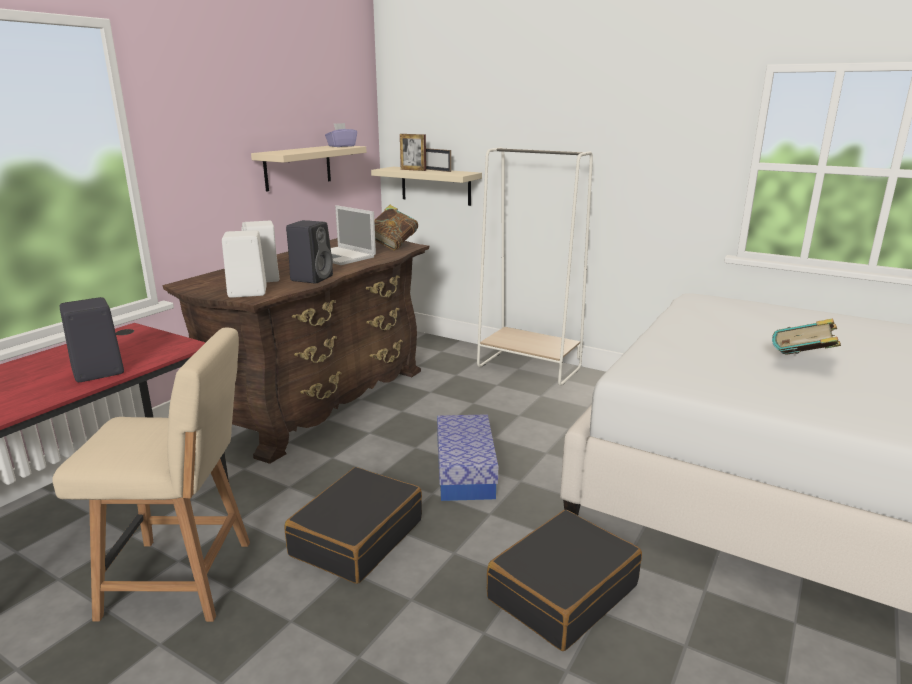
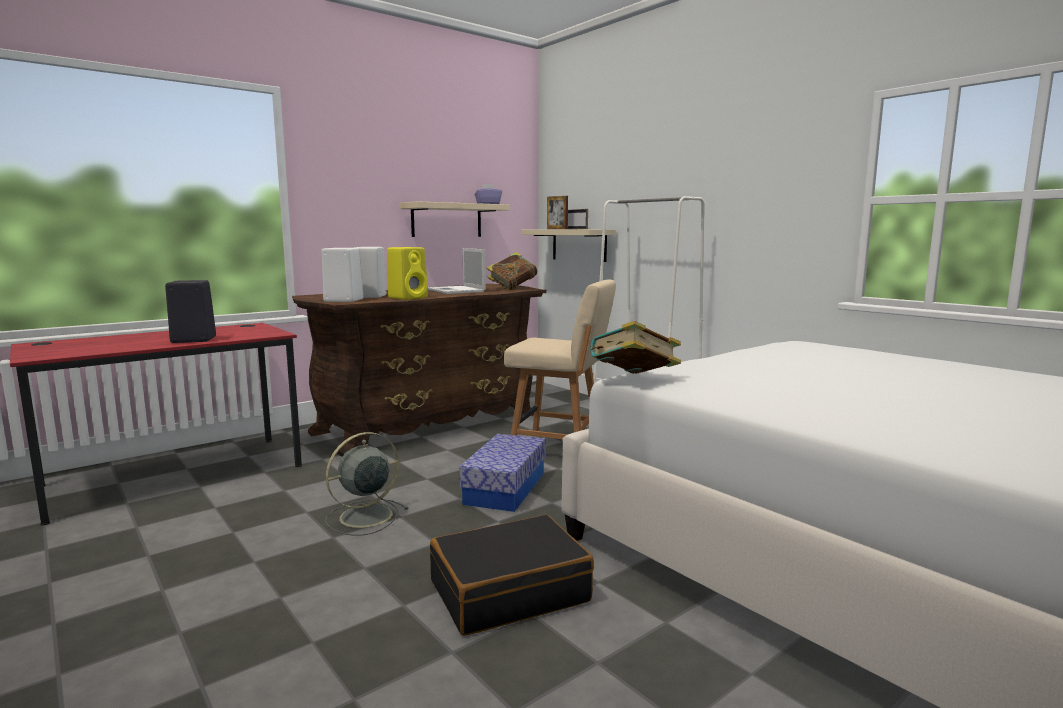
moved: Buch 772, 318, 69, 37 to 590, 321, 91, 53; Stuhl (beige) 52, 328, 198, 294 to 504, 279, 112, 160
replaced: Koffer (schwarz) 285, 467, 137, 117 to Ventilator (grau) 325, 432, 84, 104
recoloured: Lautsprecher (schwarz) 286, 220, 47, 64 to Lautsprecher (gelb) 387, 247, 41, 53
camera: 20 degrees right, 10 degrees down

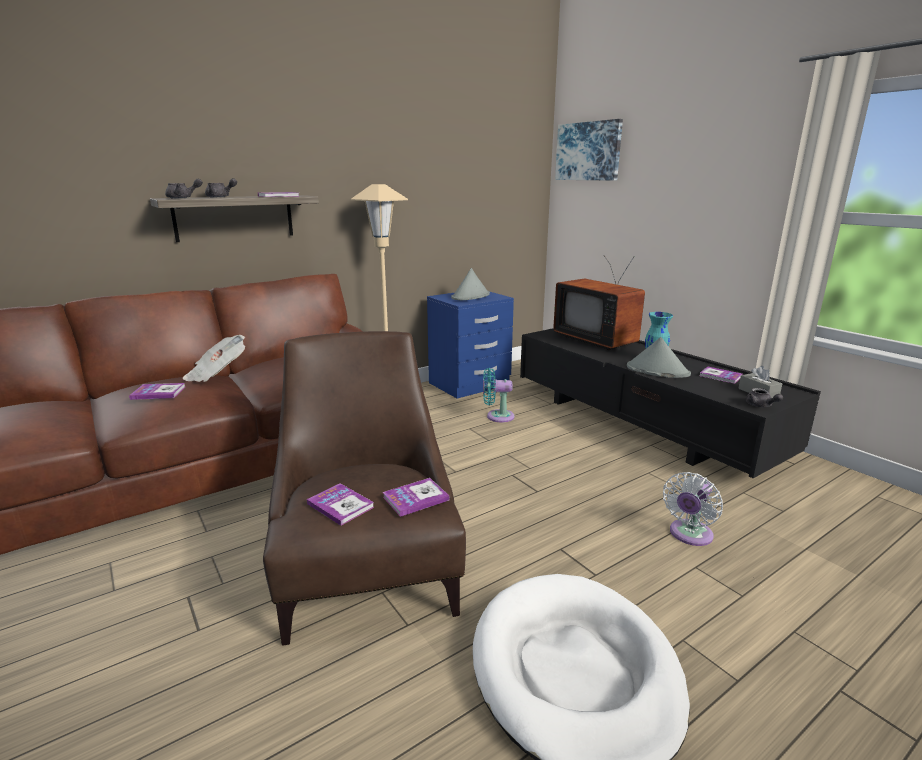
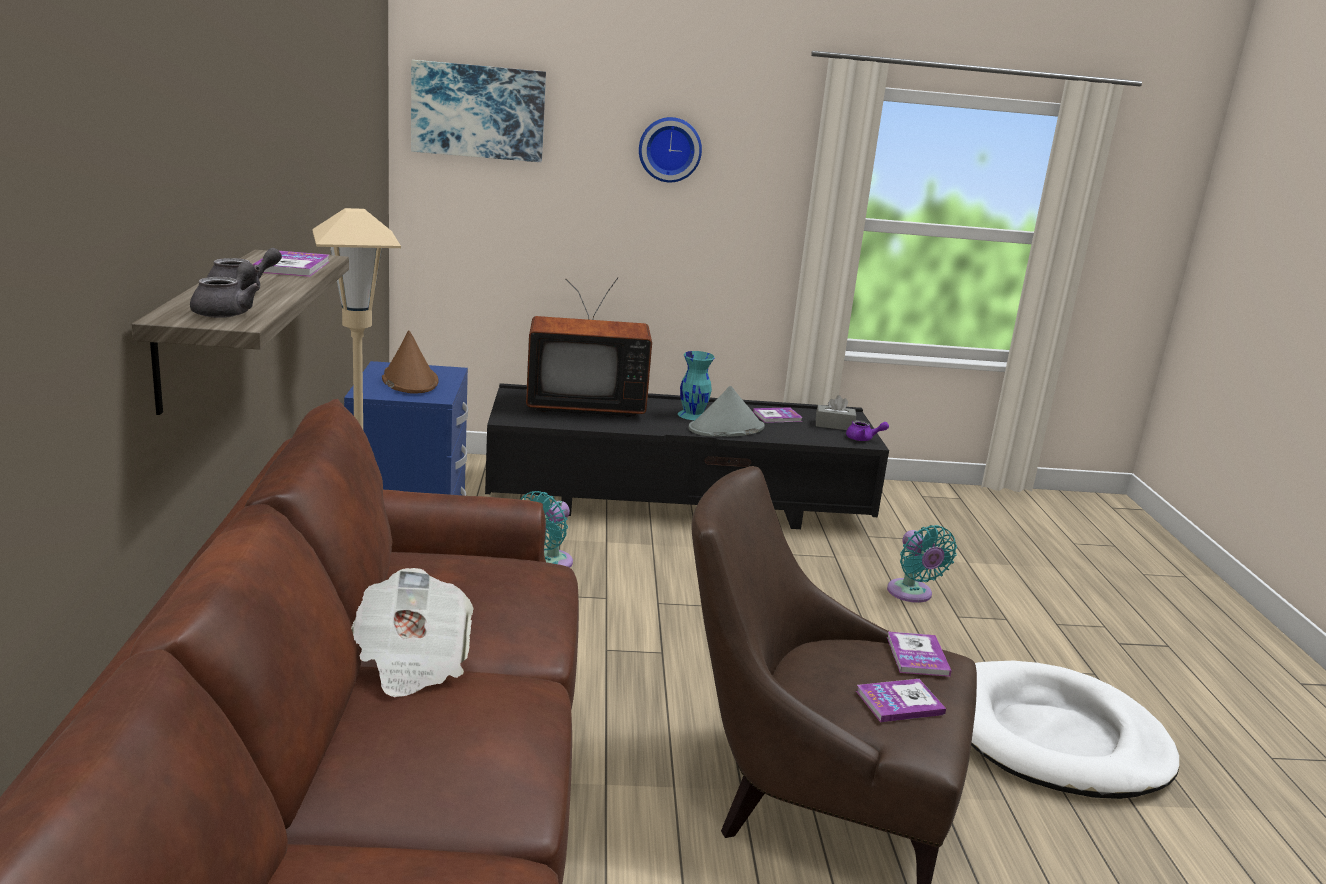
removed: Buch 129, 383, 56, 17
added: Wanduhr 639, 117, 63, 65
recoloured: Hut (grau) 451, 268, 39, 32 to Hut (braun) 382, 331, 57, 62; Teekanne (grau) 745, 388, 38, 19 to Teekanne (lila) 846, 420, 43, 21; Ventilator (weiß) 663, 472, 60, 74 to Ventilator (türkis) 887, 525, 70, 78
camera: 60 degrees left, 0 degrees up

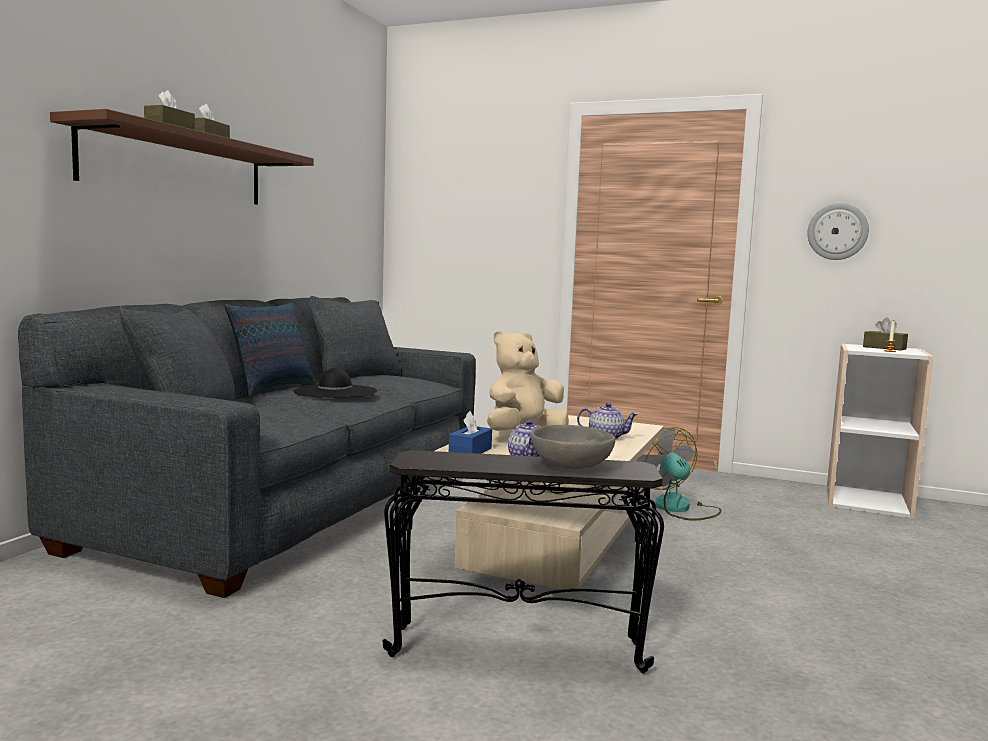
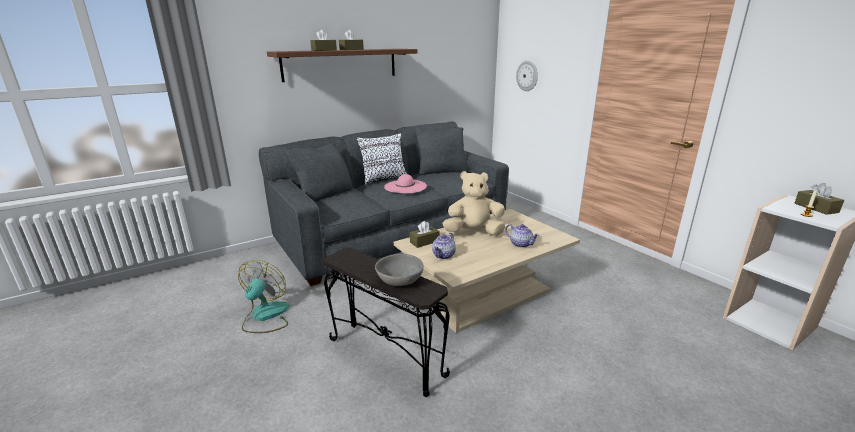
moved: Wanduhr 807, 203, 62, 57 to 516, 61, 22, 30; Ventilator 636, 427, 86, 93 to 238, 260, 51, 73
recoloured: Kissen (blau) 225, 303, 90, 94 to Kissen (weiß) 357, 134, 50, 52; Hut (schwarz) 293, 368, 84, 30 to Hut (rosa) 384, 174, 43, 19; Taschentuchbox (blau) 449, 411, 43, 43 to Taschentuchbox (braun) 410, 221, 30, 27
camera: 35 degrees right, 15 degrees up

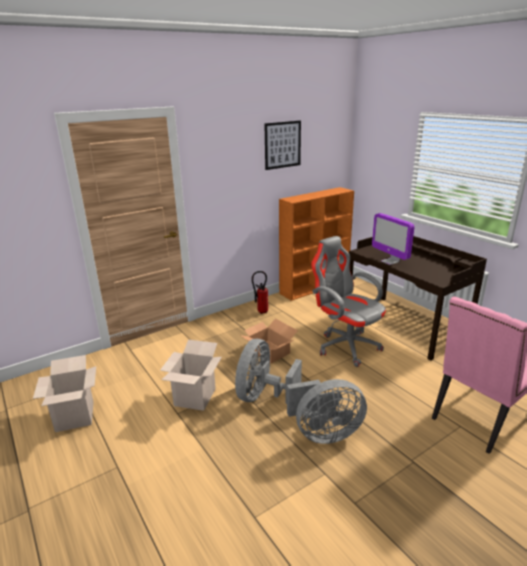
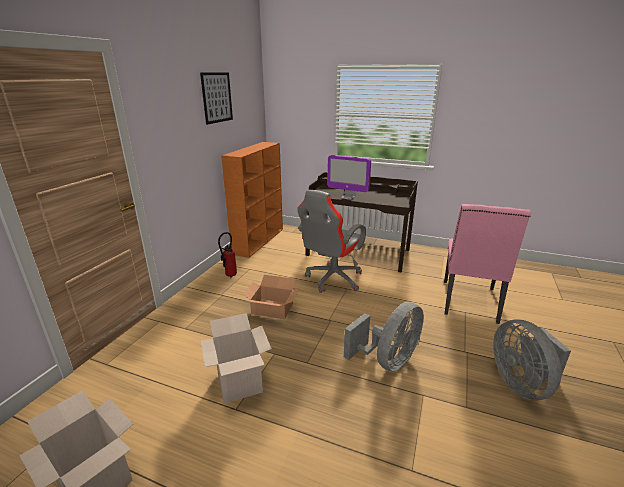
moved: Ventilator (grau) 235, 339, 67, 65 to 493, 320, 78, 80
turned: Bürostuhl (grau) 311, 236, 75, 131 = 297, 190, 69, 103 75 degrees counterclockwise
camera: 35 degrees left, 0 degrees up

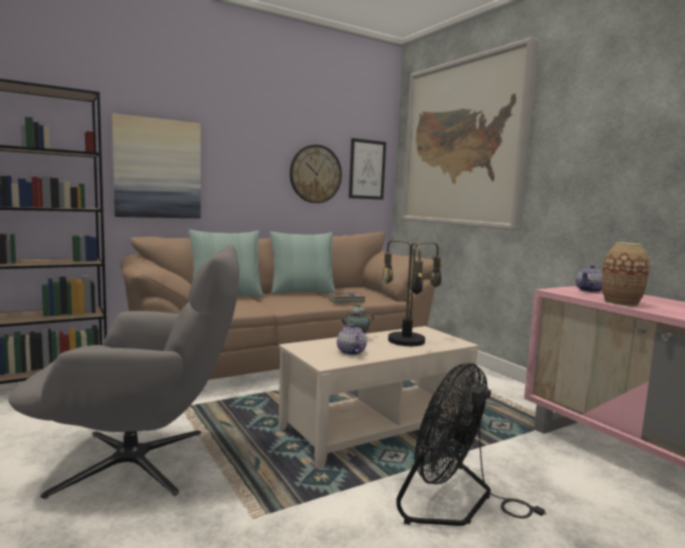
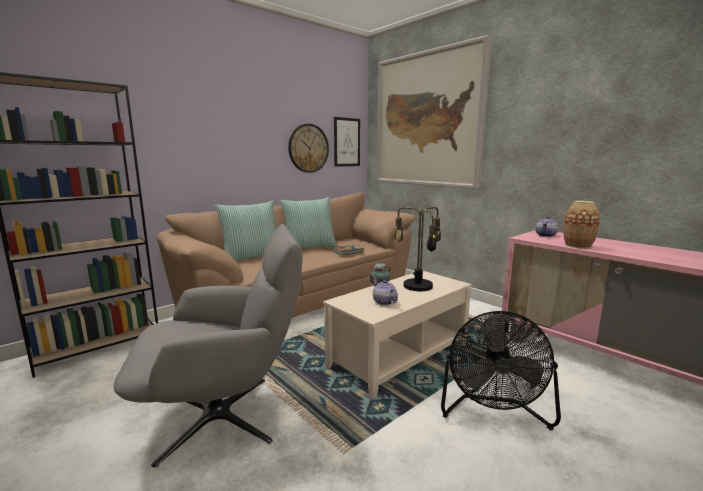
removed: Bild 112, 114, 89, 104
turned: Ventilator (schwarz) 396, 363, 151, 163 = 441, 311, 120, 120 105 degrees counterclockwise
camera: 10 degrees left, 5 degrees up

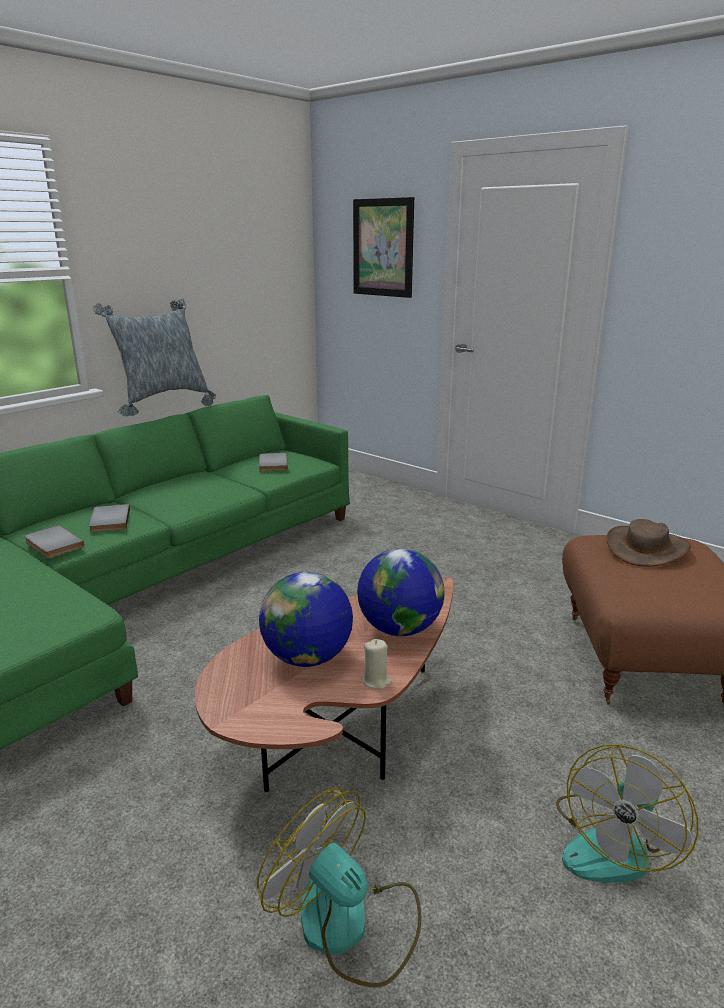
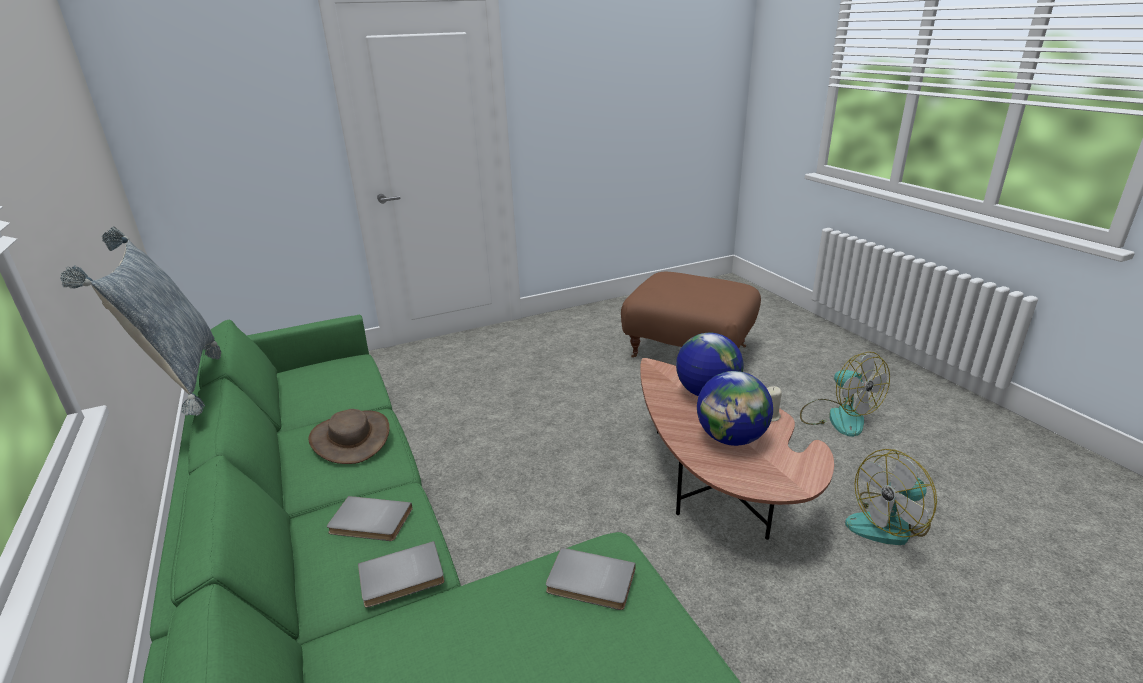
removed: Bild 353, 197, 61, 101
moved: Buch (grau) 259, 453, 29, 18 to 546, 547, 90, 63; Hut (braun) 606, 519, 85, 47 to 309, 409, 81, 55
camera: 65 degrees left, 5 degrees up

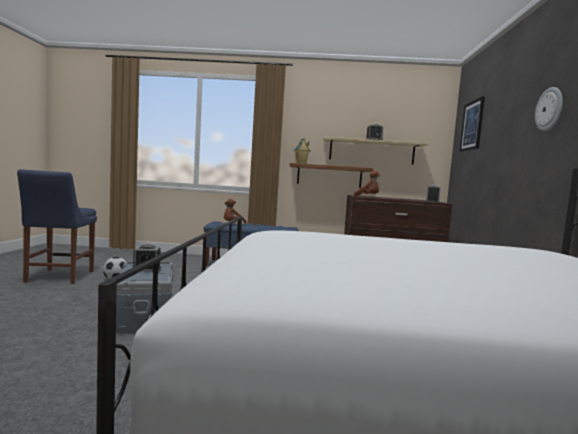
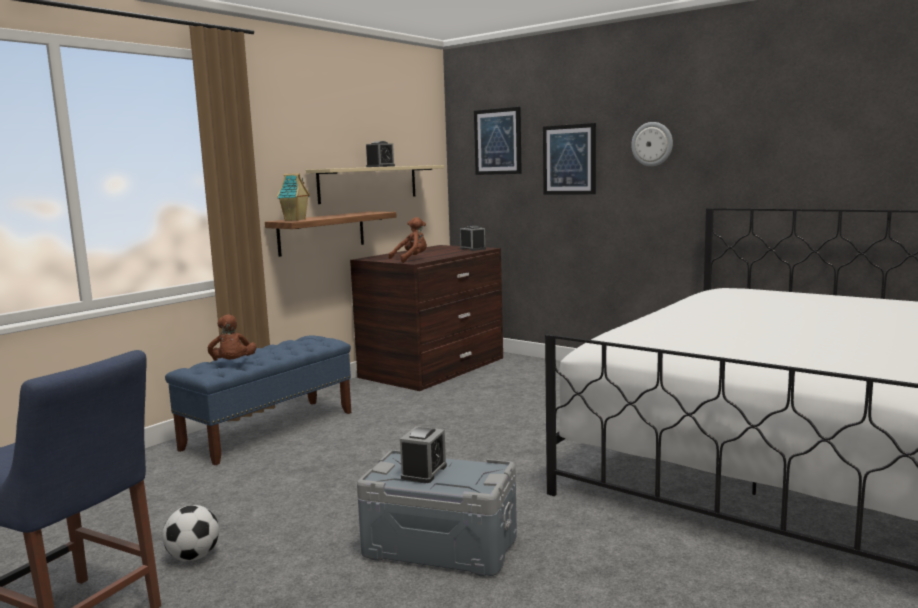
added: Bild 543, 123, 53, 71
camera: 55 degrees left, 5 degrees up

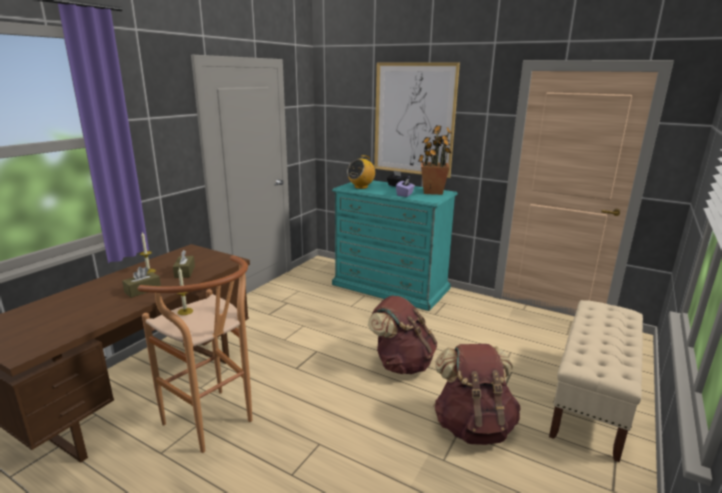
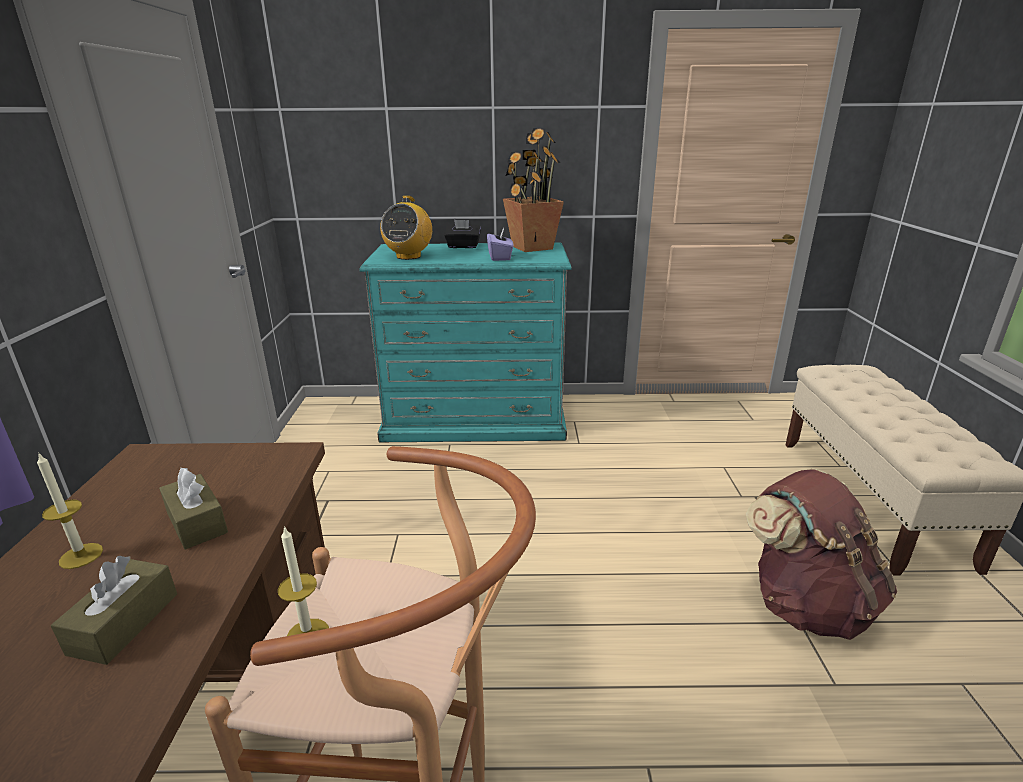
removed: Bild 374, 62, 86, 116; Rucksack (braun) 368, 295, 69, 79
camera: 30 degrees left, 5 degrees up

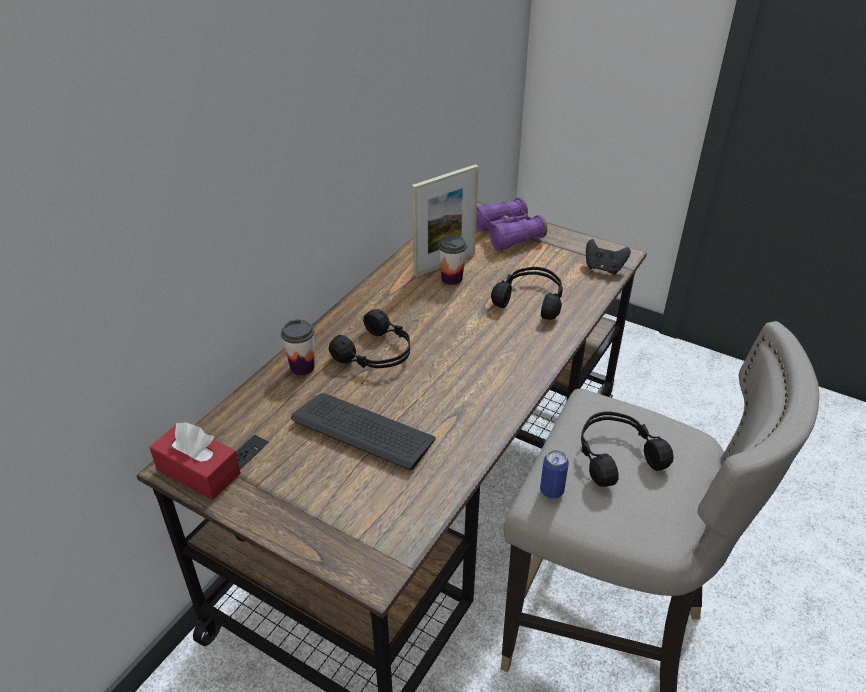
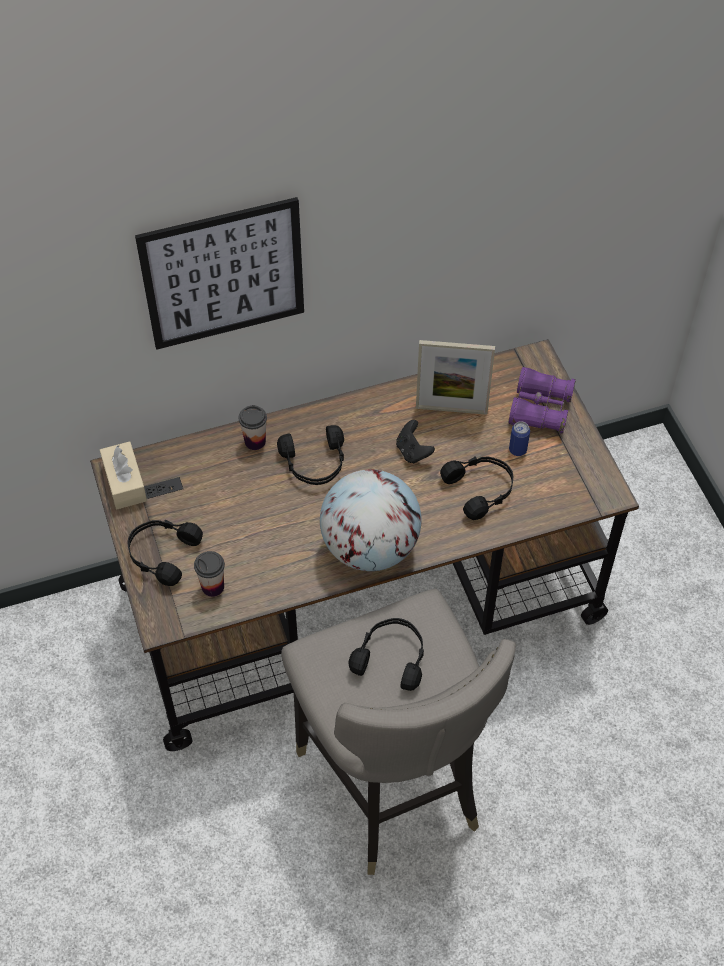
removed: Tastatur 291, 393, 145, 77
added: Bild 135, 197, 169, 153; Globus 320, 469, 101, 102; Kopfhörer (schwarz) 127, 519, 76, 67
moved: Tasse 438, 235, 29, 50 to 194, 551, 31, 46; Gamepad (schwarz) 586, 239, 45, 36 to 396, 420, 39, 44; Dose 540, 450, 29, 49 to 509, 421, 21, 35
recoloured: Taschentuchbox (rot) 149, 422, 92, 78 to Taschentuchbox (beige) 100, 441, 47, 68
camera: 40 degrees right, 15 degrees up

